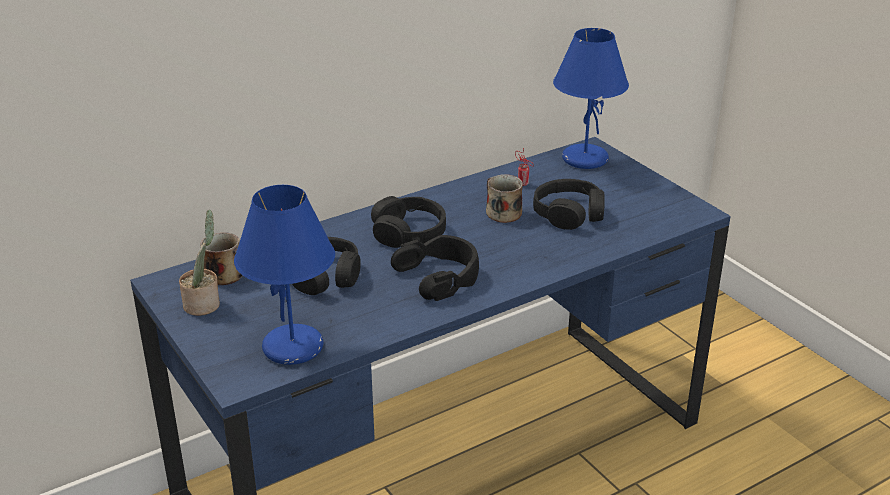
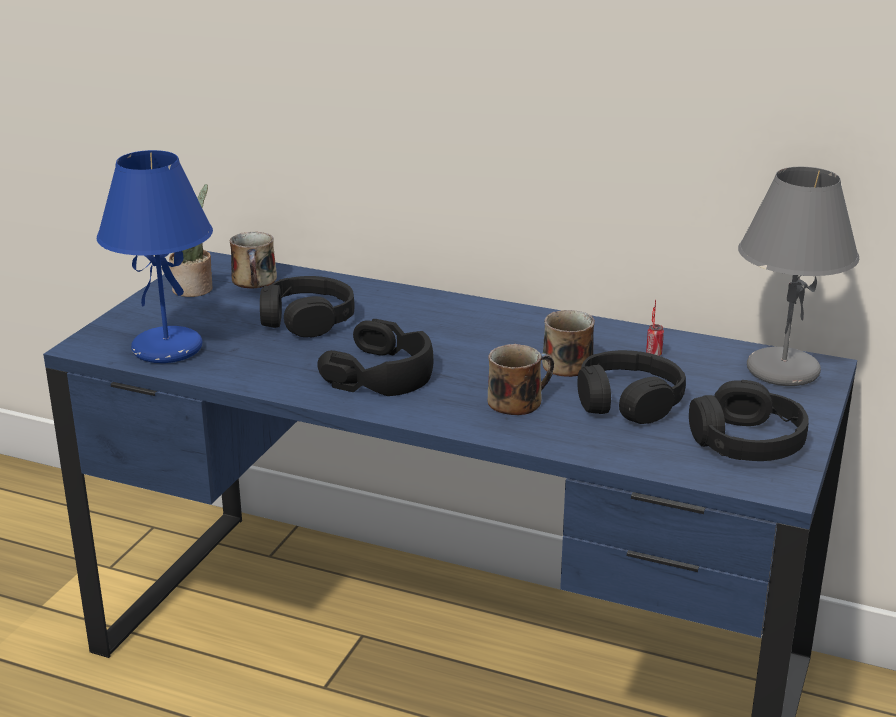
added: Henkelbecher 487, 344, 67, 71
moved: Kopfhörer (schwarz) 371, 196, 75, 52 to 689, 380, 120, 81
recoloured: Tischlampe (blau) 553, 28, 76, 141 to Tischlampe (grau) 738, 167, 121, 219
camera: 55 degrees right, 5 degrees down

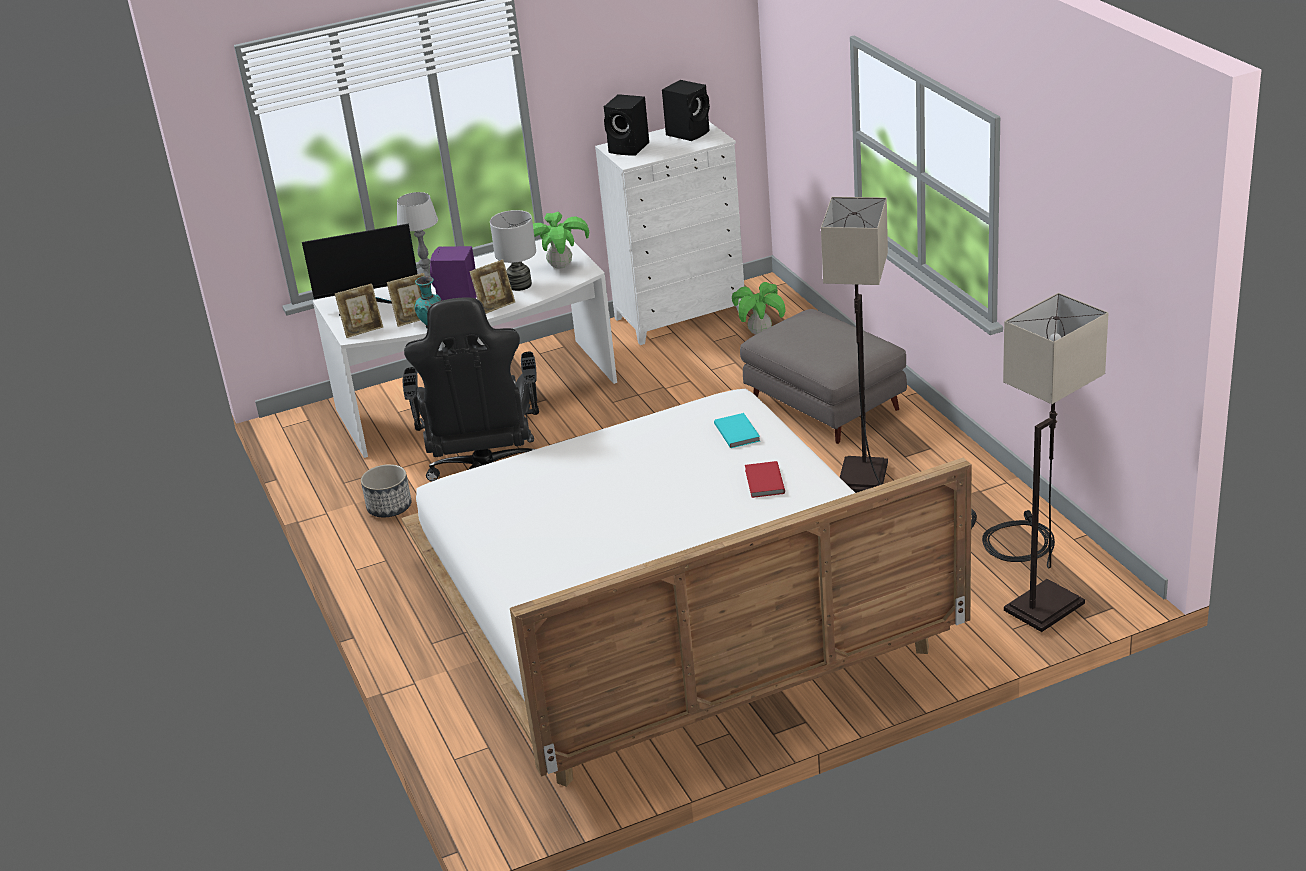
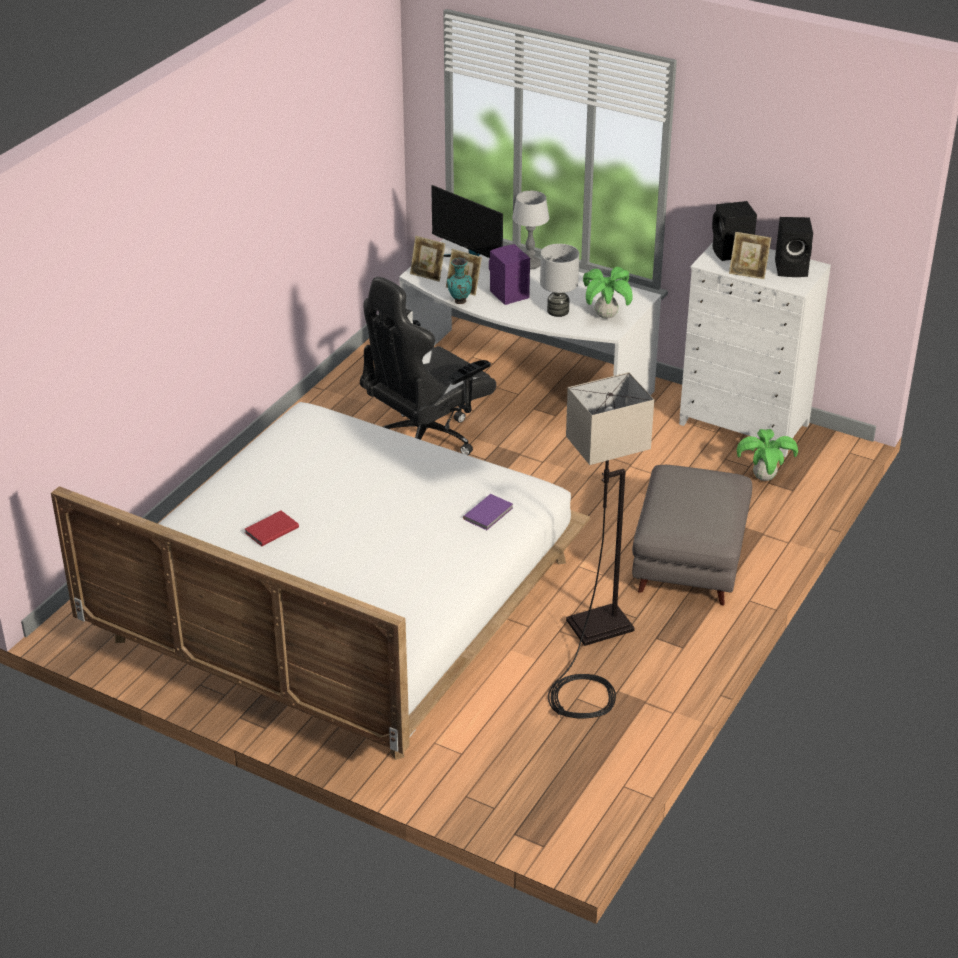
removed: Stehlampe 982, 293, 126, 339; Pflanzkübel 361, 464, 51, 53
moved: Bilderrahmen 469, 259, 46, 55 to 729, 232, 42, 47; Buch (rot) 745, 461, 40, 37 to 245, 511, 54, 35
recoloured: Buch (türkis) 714, 413, 46, 35 to Buch (lila) 463, 494, 50, 36
camera: 50 degrees right, 5 degrees up

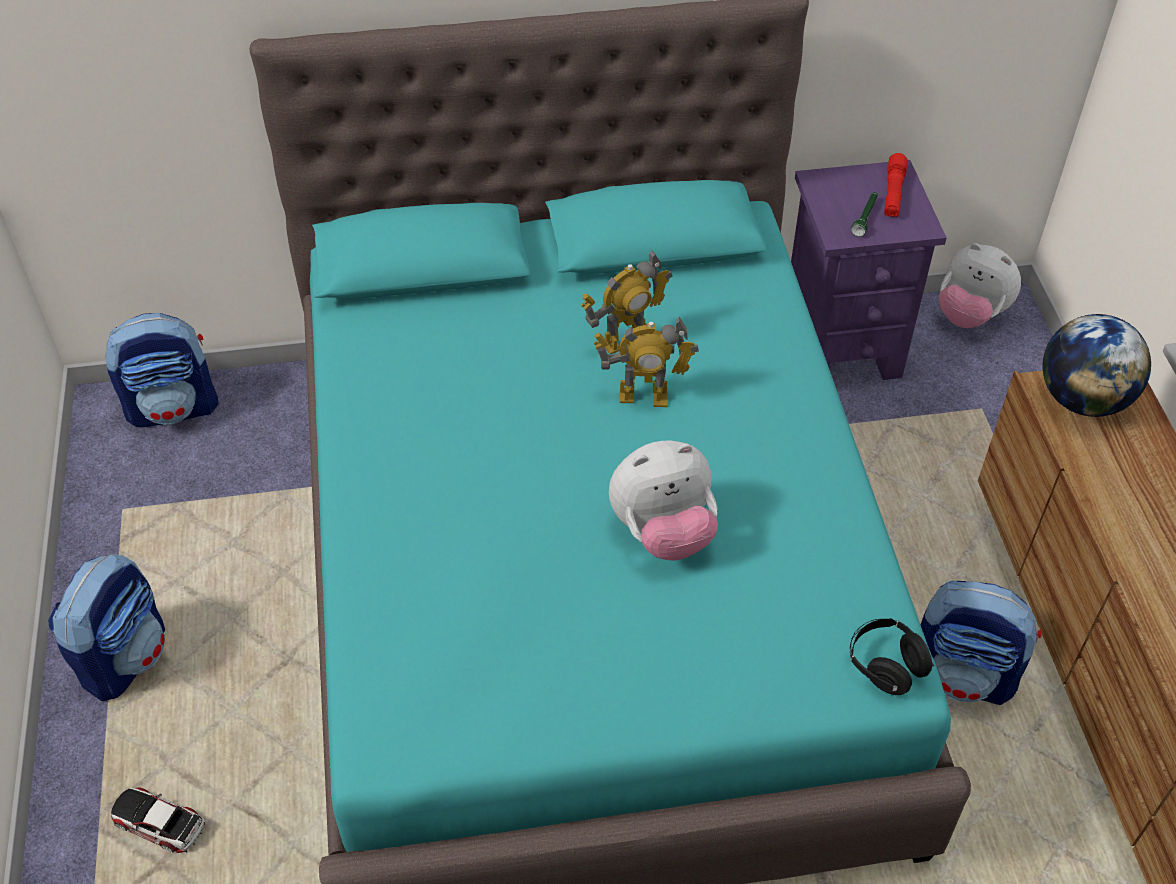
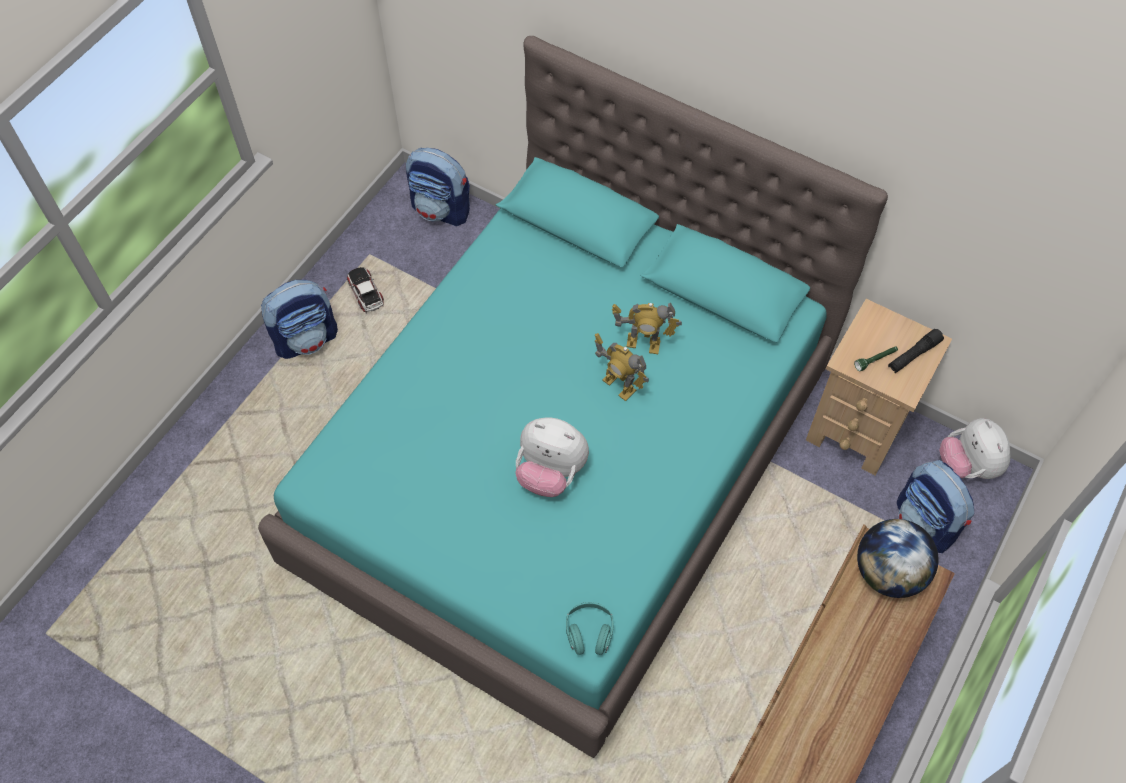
moved: Rucksack 921, 581, 121, 124 to 897, 460, 77, 93; Spielzeugauto 111, 787, 94, 66 to 347, 267, 37, 46
recoloured: Taschenlampe (rot) 884, 153, 24, 64 to Taschenlampe (schwarz) 888, 329, 56, 44; Nachttisch (lila) 791, 160, 156, 220 to Nachttisch (beige) 806, 299, 146, 176; Kopfhörer (schwarz) 850, 619, 84, 76 to Kopfhörer (türkis) 566, 602, 47, 53
camera: 40 degrees right, 10 degrees up

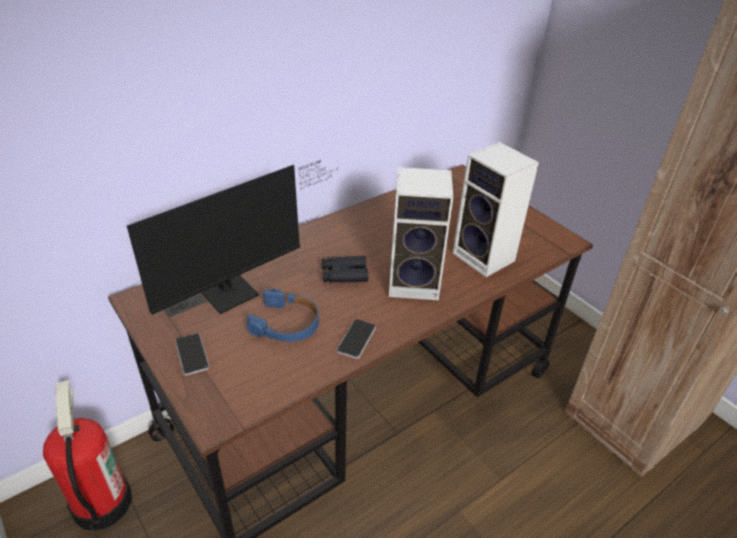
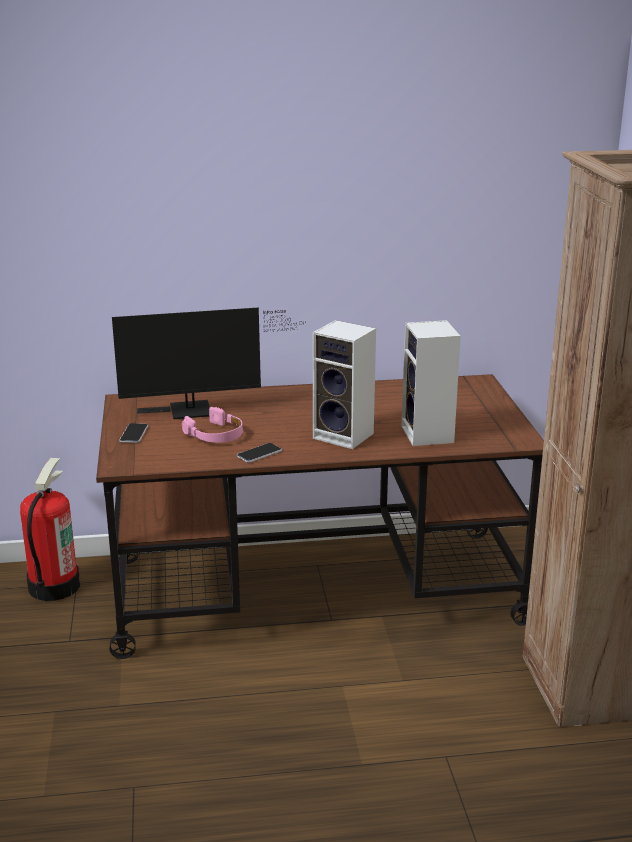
removed: Fernglas (schwarz) 322, 255, 46, 28
recoloured: Kopfhörer (blau) 247, 289, 72, 53 to Kopfhörer (rosa) 182, 407, 61, 36
camera: 30 degrees right, 15 degrees down

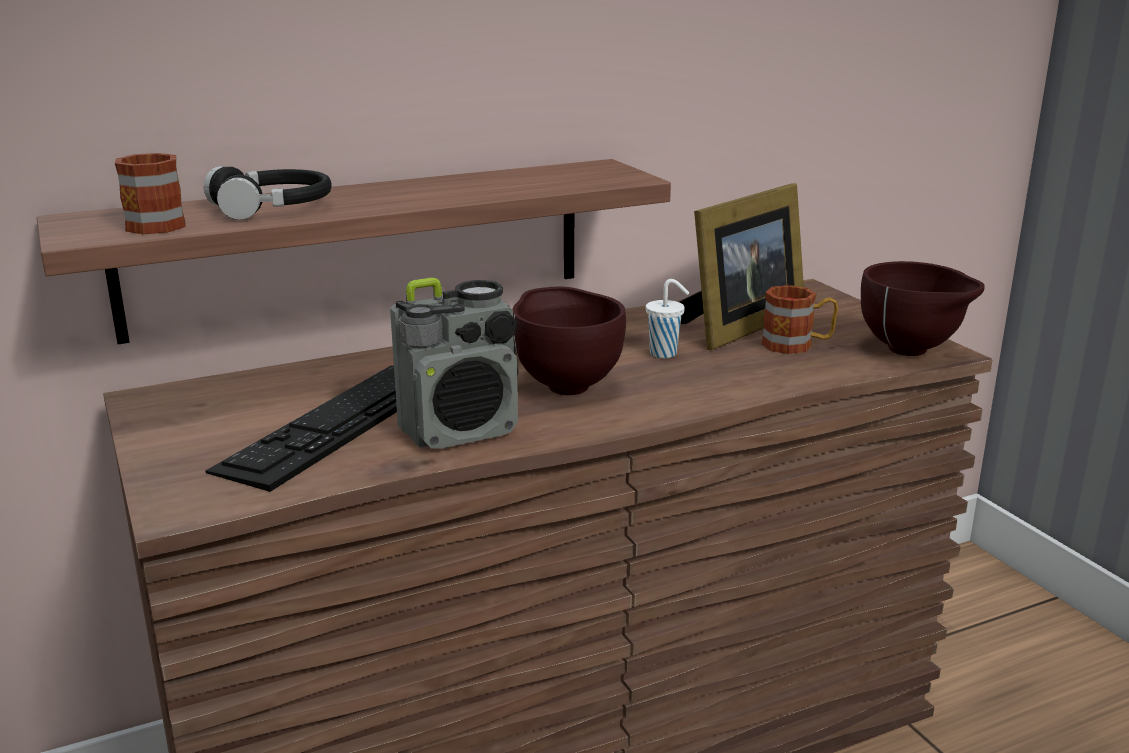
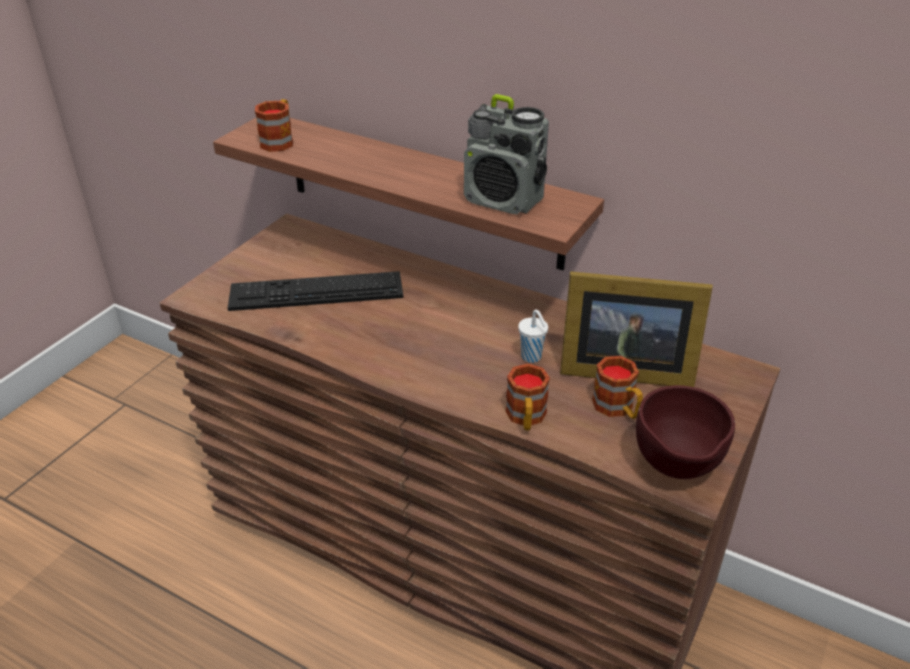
removed: Kopfhörer (schwarz) 204, 166, 128, 54; Schüssel (braun) 512, 286, 114, 109
added: Henkelbecher 505, 364, 45, 67
moved: Radio 390, 278, 129, 171 to 464, 94, 85, 120
camera: 55 degrees right, 15 degrees up

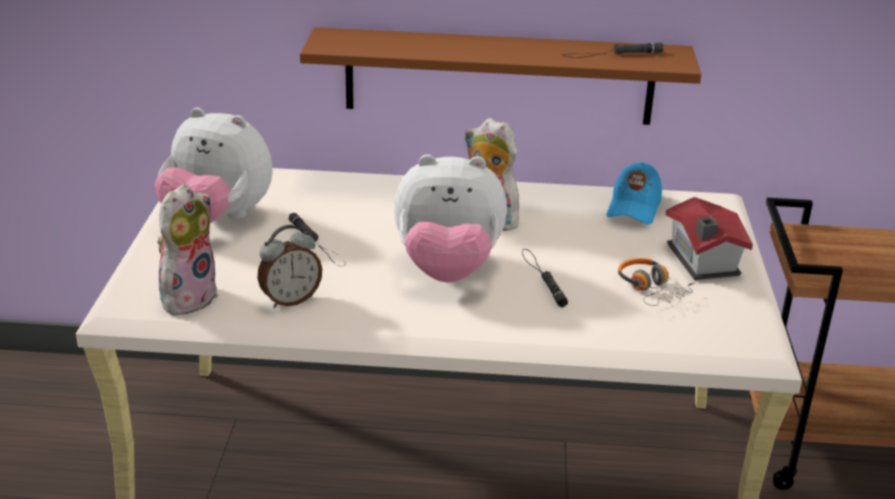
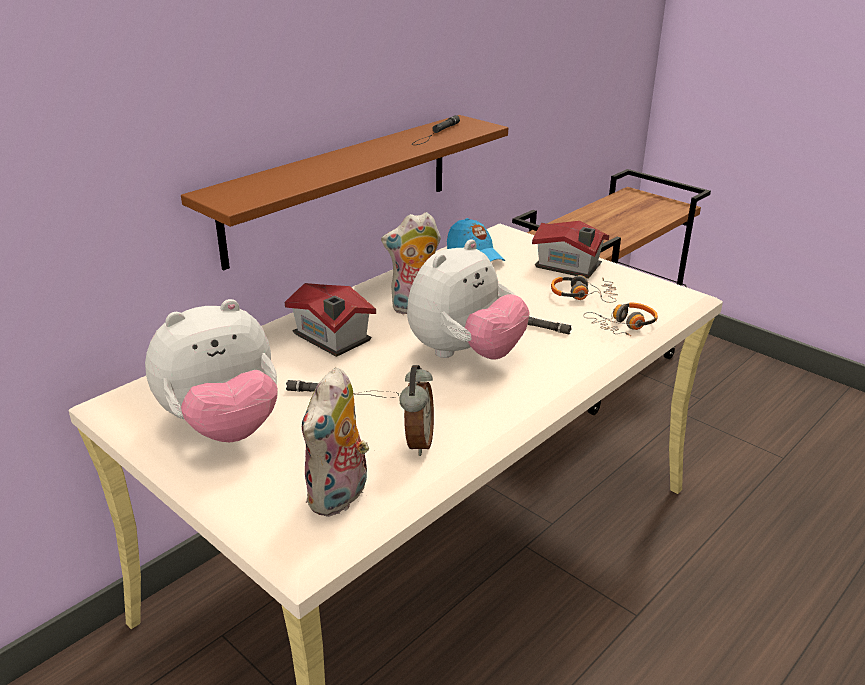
added: Spielzeughaus 285, 283, 91, 74; Kopfhörer 583, 302, 75, 34
turned: Plüschtier 157, 184, 61, 131 = 302, 367, 67, 150 135 degrees counterclockwise
camera: 50 degrees left, 0 degrees up

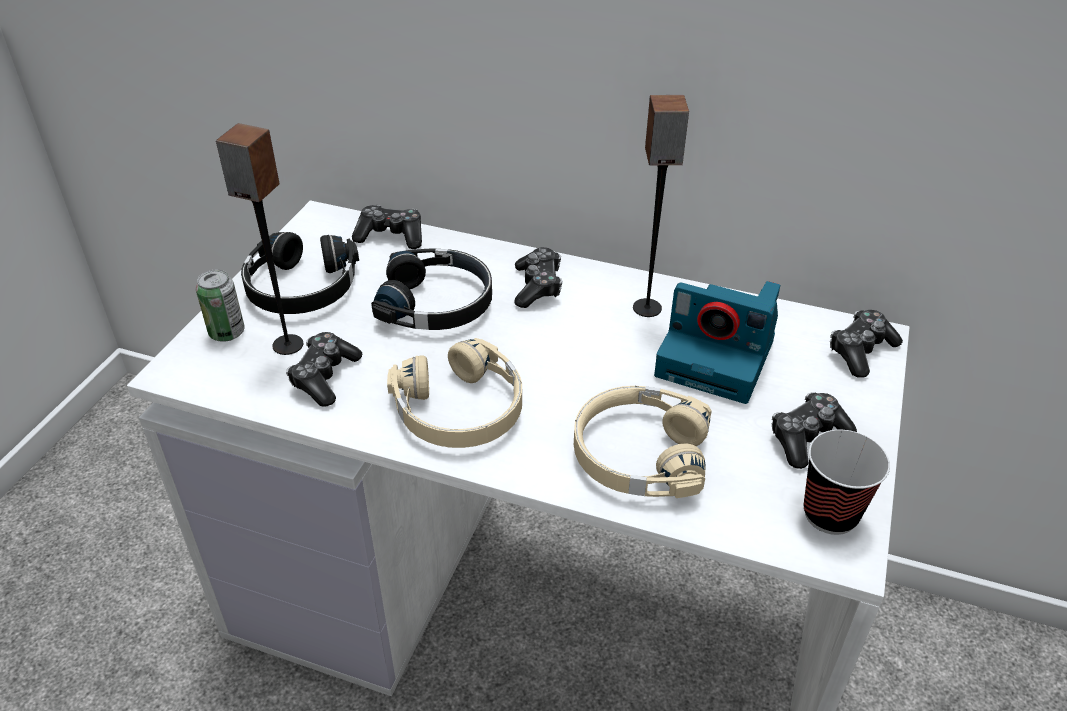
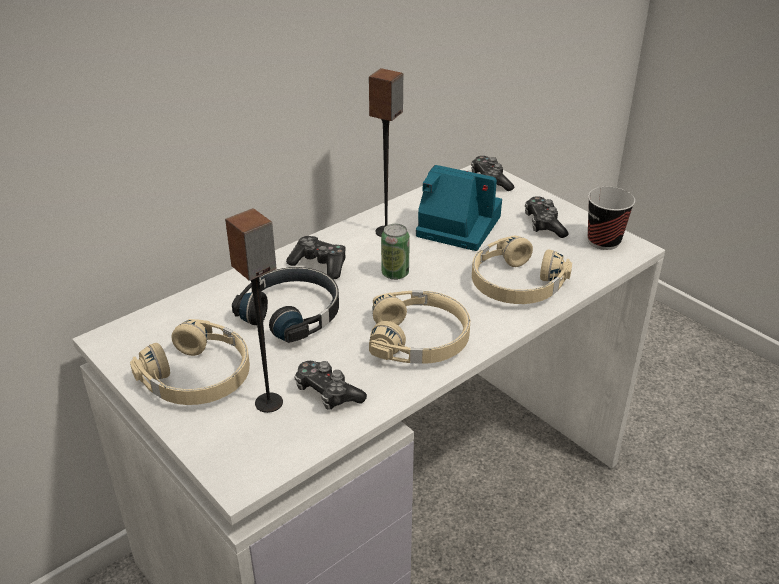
removed: Gamepad 352, 205, 70, 44
moved: Dose 196, 270, 49, 71 to 381, 224, 29, 56
recoloured: Kopfhörer (schwarz) 241, 232, 118, 82 to Kopfhörer (beige) 130, 319, 120, 86
turned: Kamera 654, 281, 126, 123 = 416, 165, 86, 86 120 degrees counterclockwise
camera: 60 degrees left, 5 degrees down

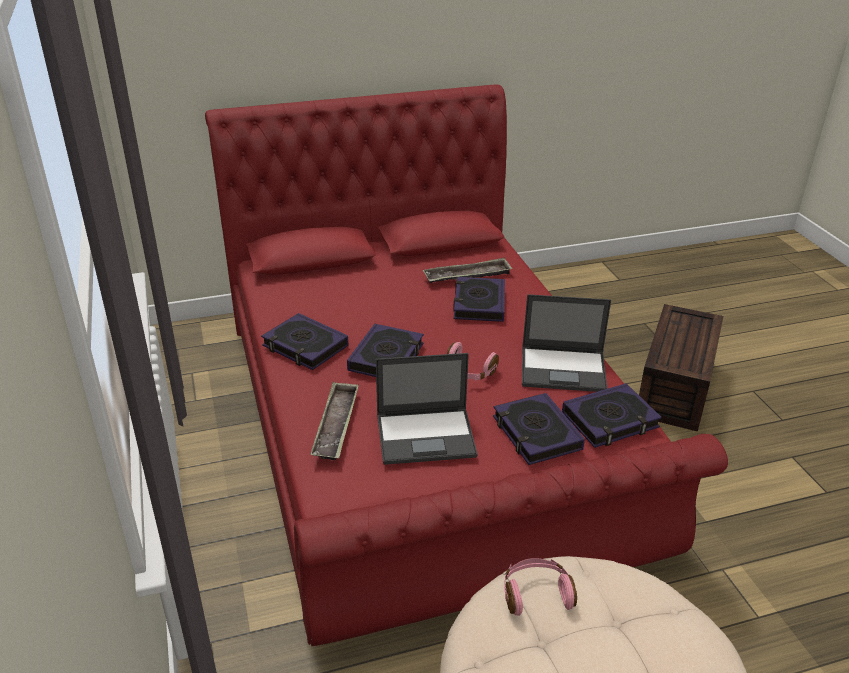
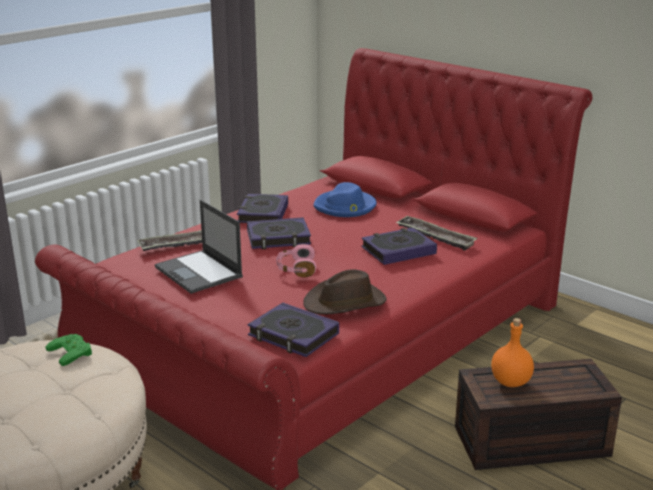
removed: Buch 493, 393, 92, 72
added: Hut (blau) 313, 182, 64, 35; Flasche (orange) 491, 318, 43, 69
replaced: Laptop 522, 294, 89, 98 to Hut (braun) 303, 269, 84, 46; Kopfhörer (rosa) 504, 558, 73, 58 to Gamepad (grün) 45, 334, 47, 32
camera: 60 degrees right, 10 degrees down

